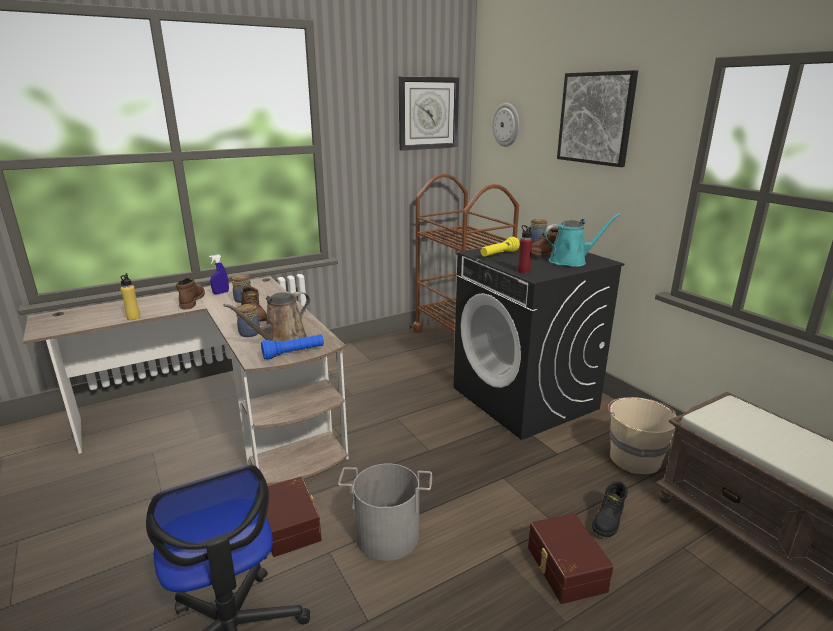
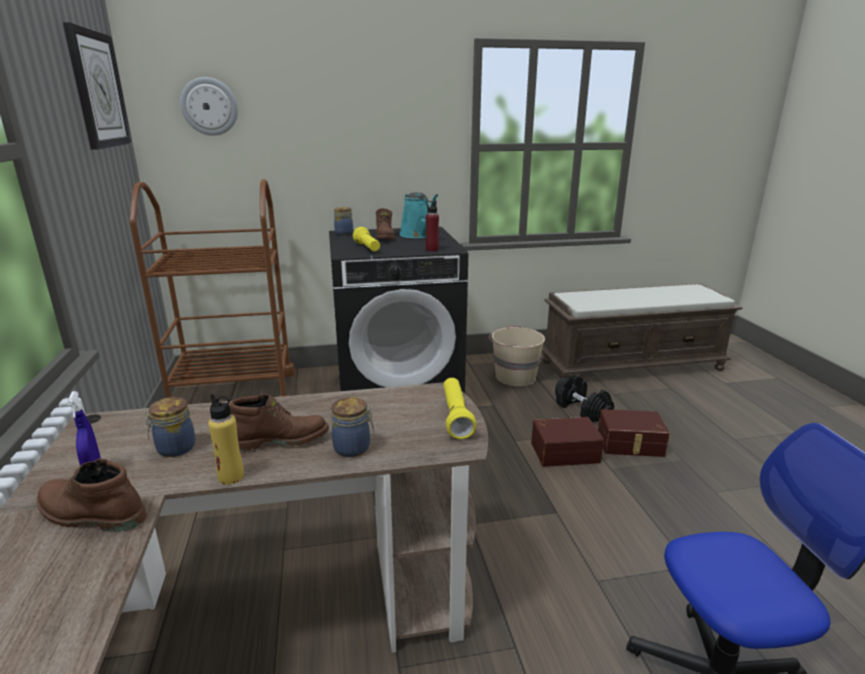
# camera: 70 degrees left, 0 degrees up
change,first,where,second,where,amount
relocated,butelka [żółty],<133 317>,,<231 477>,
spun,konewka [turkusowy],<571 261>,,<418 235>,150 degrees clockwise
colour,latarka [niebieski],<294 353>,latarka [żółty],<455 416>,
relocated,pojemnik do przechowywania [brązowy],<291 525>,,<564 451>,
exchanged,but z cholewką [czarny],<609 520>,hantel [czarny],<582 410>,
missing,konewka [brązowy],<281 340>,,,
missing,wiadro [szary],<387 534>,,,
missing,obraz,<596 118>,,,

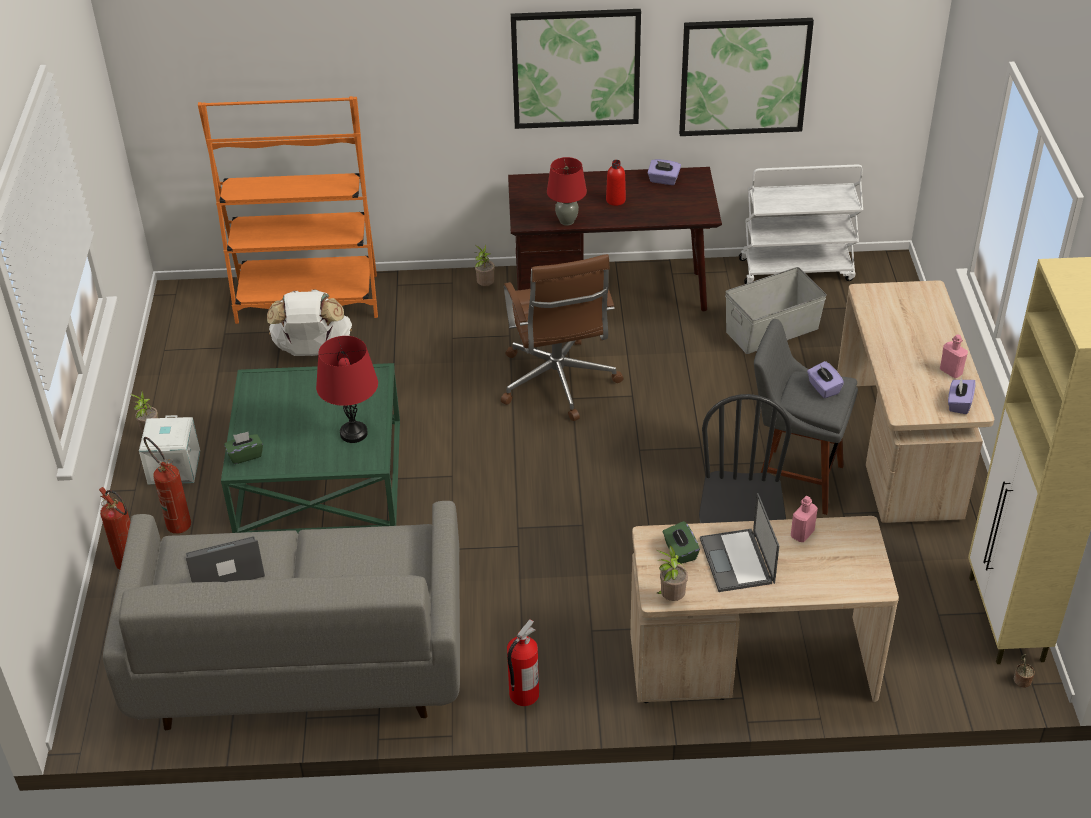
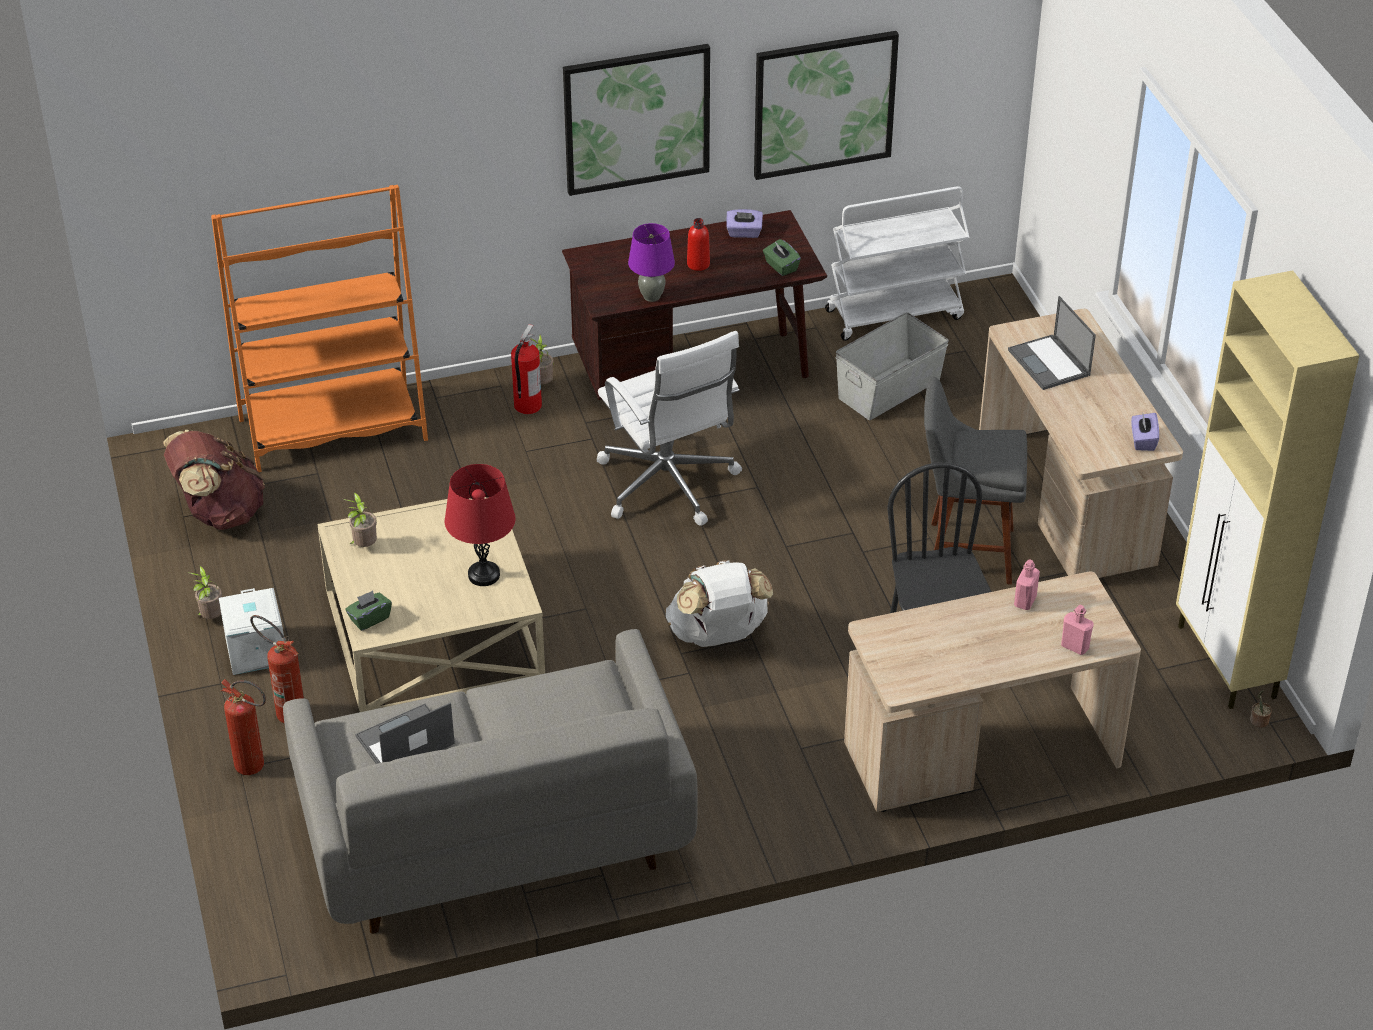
# camera: 15 degrees left, 0 degrees up
change,first,where,second,where,amount
appeared,,,plecak [brązowy],<219 513>,
colour,ława [zielony],<319 478>,ława [beżowy],<434 635>,
relocated,roślina doniczkowa,<671 598>,,<364 546>,
relocated,gaśnica,<523 694>,,<527 406>,
colour,krzesło biurowe [brązowy],<558 383>,krzesło biurowe [biały],<668 485>,
colour,lampa stołowa [czerwony],<567 221>,lampa stołowa [fioletowy],<652 296>,
relocated,plecak [biały],<313 350>,,<718 635>,
relocated,pudełko chusteczek [zielony],<680 552>,,<781 266>,
relocated,laptop,<737 561>,,<1049 363>,
relocated,butelka [różowy],<951 371>,,<1075 647>,
missing,pudełko chusteczek [fioletowy],<823 388>,,,

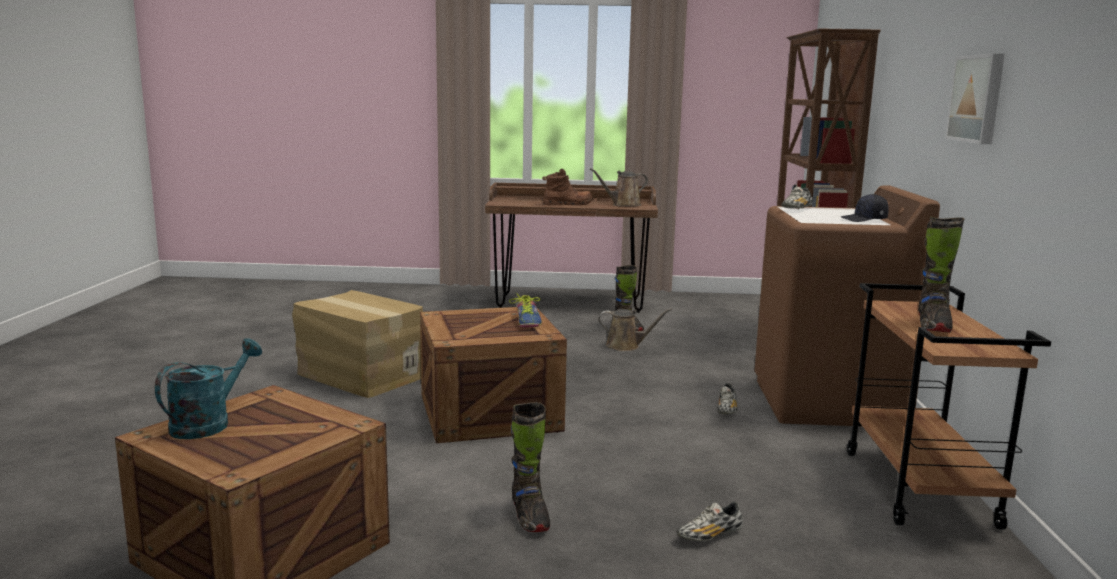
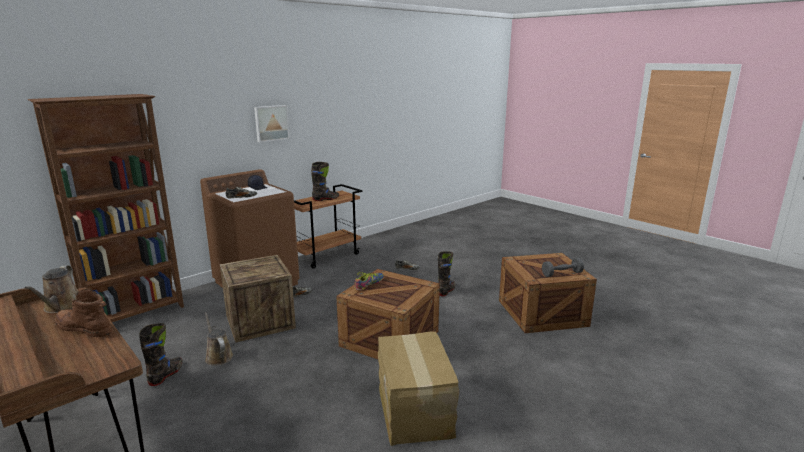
# camera: 135 degrees left, 5 degrees up
change,first,where,second,where,amount
spun,konewka [brązowy],<623 205>,,<61 307>,60 degrees clockwise
appeared,,,skrzynka,<260 321>,
exchanged,konewka [turkusowy],<208 423>,hantel [szary],<562 274>,

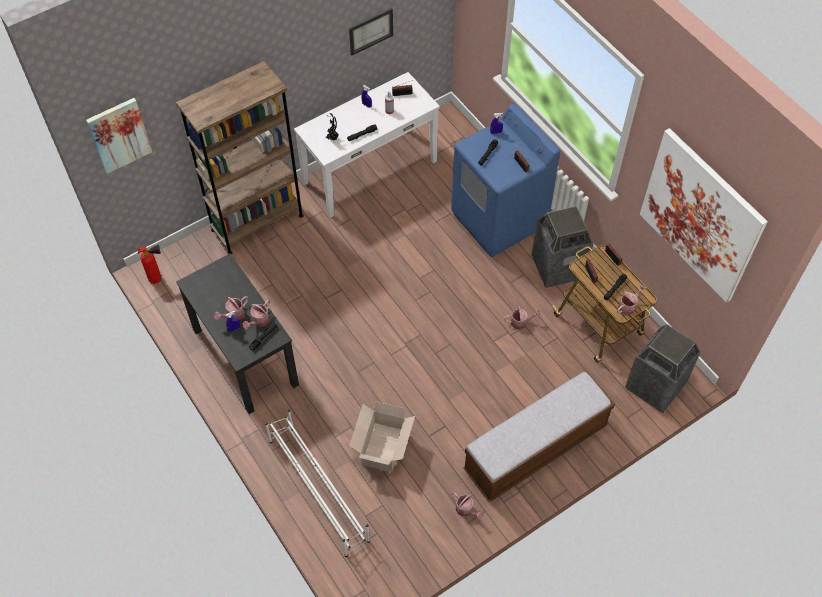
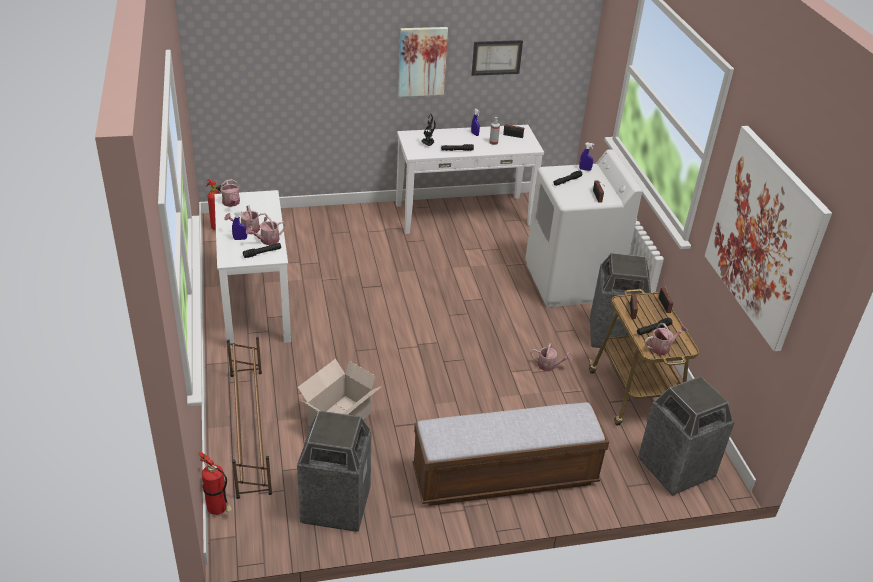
# camera: 20 degrees right, 20 degrees down
change,first,where,second,where,amount
appeared,,,gaśnica,<219 510>,
colour,biurko [czarny],<245 356>,biurko [biały],<255 305>,
relocated,konewka,<466 510>,,<231 203>,
colour,regał na buty [biały],<318 489>,regał na buty [brązowy],<250 430>,
appeared,,,kosz na śmieci,<335 505>,
relocated,obraz,<119 135>,,<422 61>,
colour,pralka [niebieski],<499 219>,pralka [biały],<571 282>,
missing,regał [brązowy],<257 222>,,,

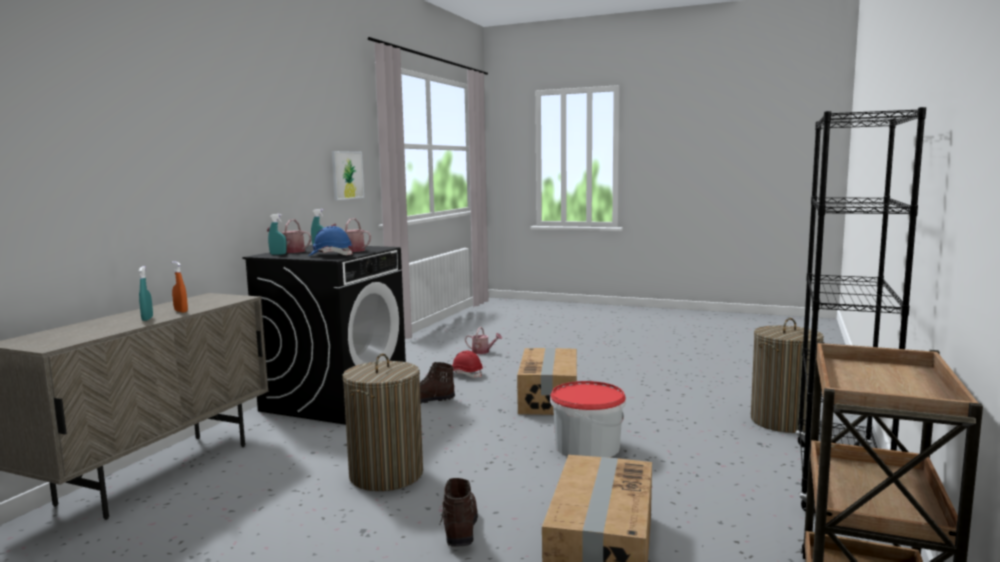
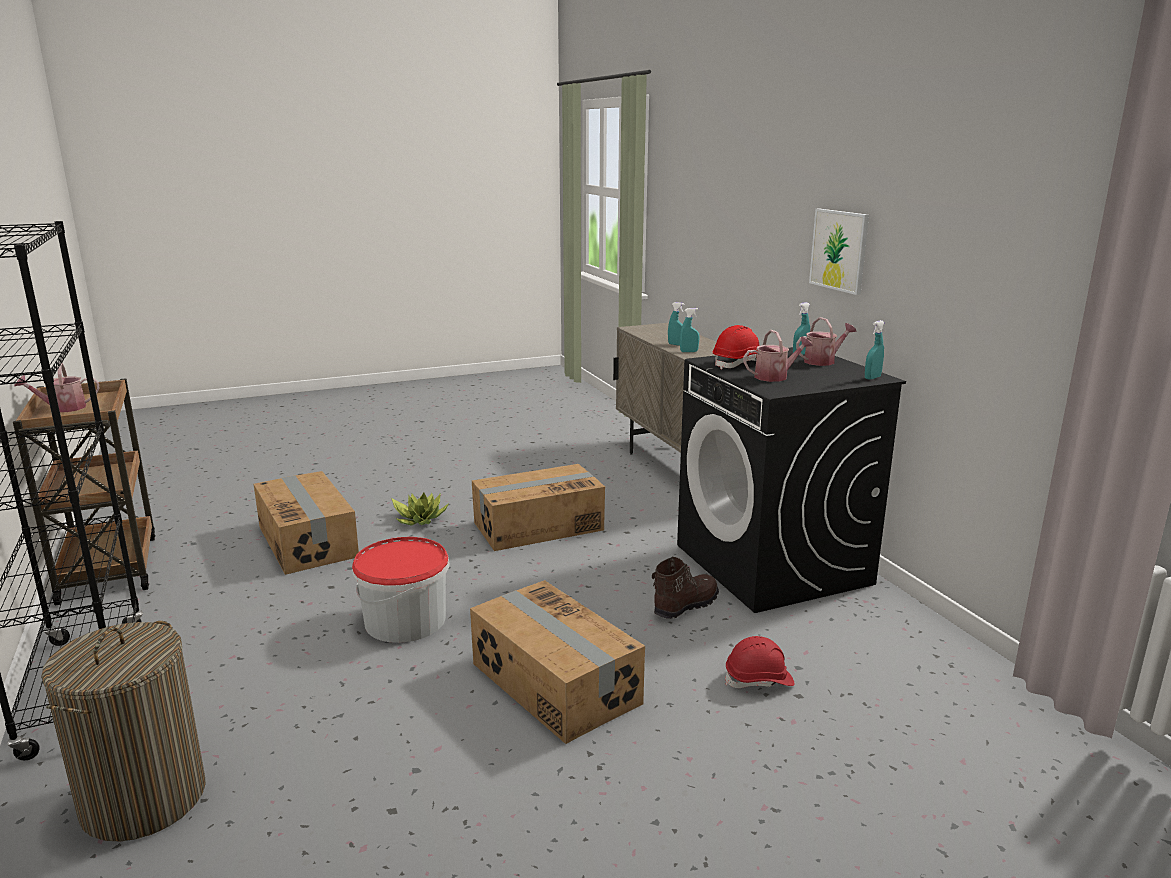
# camera: 135 degrees right, 10 degrees up
change,first,where,second,where,amount
relocated,konewka,<483 352>,,<63 408>,
exchanged,but z cholewką [brązowy],<459 529>,roślina doniczkowa,<420 519>,
exchanged,kosz na pranie,<386 475>,karton,<537 526>,
colour,spryskiwacz [pomarańczowy],<181 311>,spryskiwacz [turkusowy],<689 351>,
colour,kask [niebieski],<330 255>,kask [czerwony],<738 363>,
relocated,obraz,<347 175>,,<839 250>,

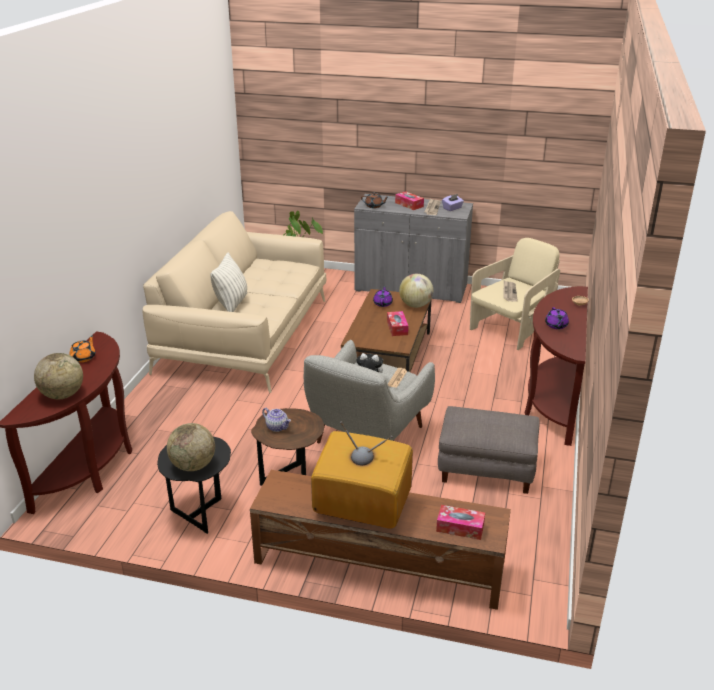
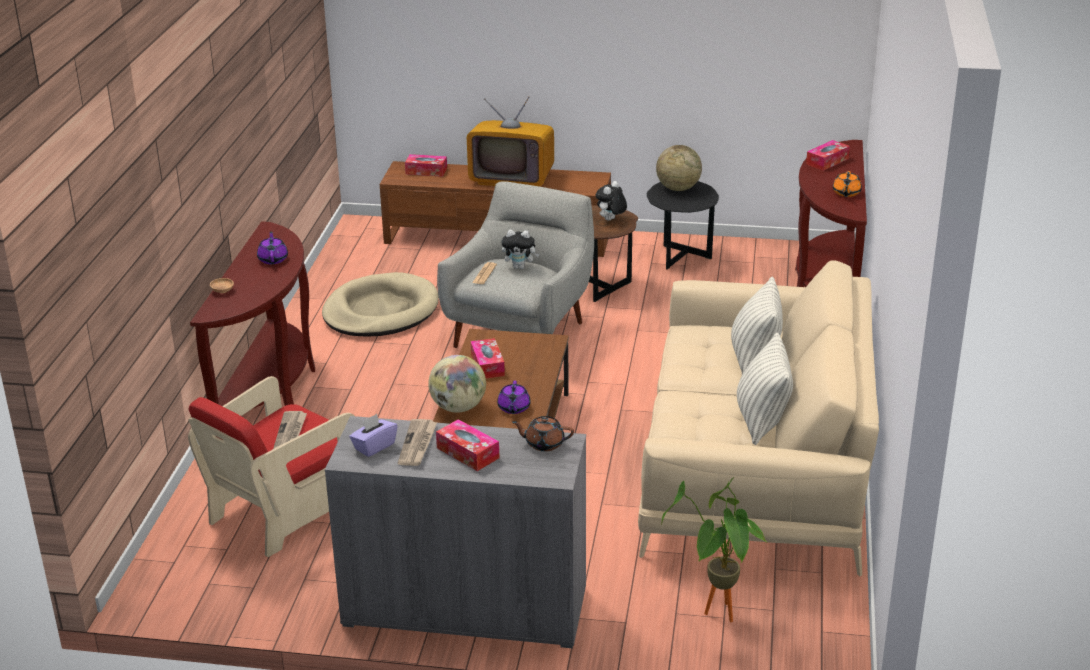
# camera: 175 degrees right, 0 degrees up
change,first,where,second,where,amount
colour,fotel [beżowy],<511 329>,fotel [czerwony],<283 511>,
exchanged,pufa [szary],<487 467>,legowisko [beżowy],<380 311>,
exchanged,imbryk,<277 427>,pluszak,<611 220>,
appeared,,,poduszka,<762 421>,
exchanged,globus,<62 395>,pudełko chusteczek,<827 161>,

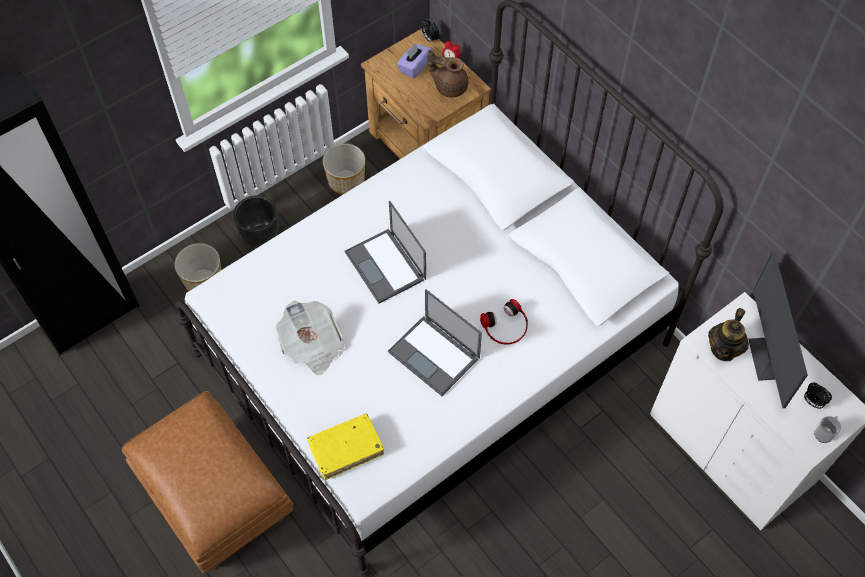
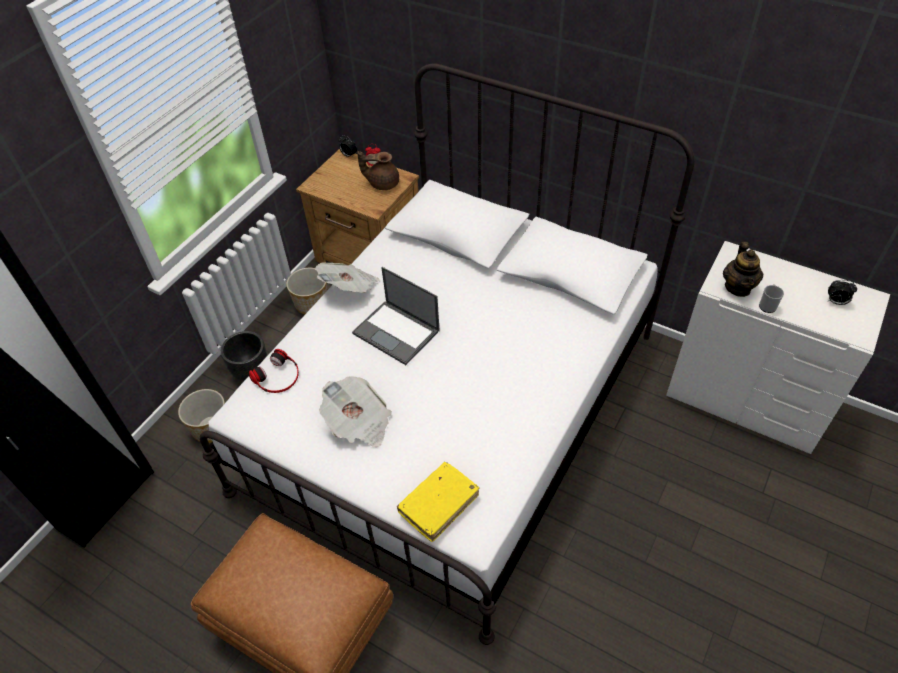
# camera: 20 degrees left, 10 degrees down
change,first,where,second,where,amount
relocated,słuchawki,<506 326>,,<278 376>,
appeared,,,gazeta,<350 288>,
relocated,kubek,<824 433>,,<767 305>,
missing,laptop,<435 355>,,,
missing,pudełko chusteczek [fioletowy],<414 67>,,,
missing,monitor,<769 359>,,,

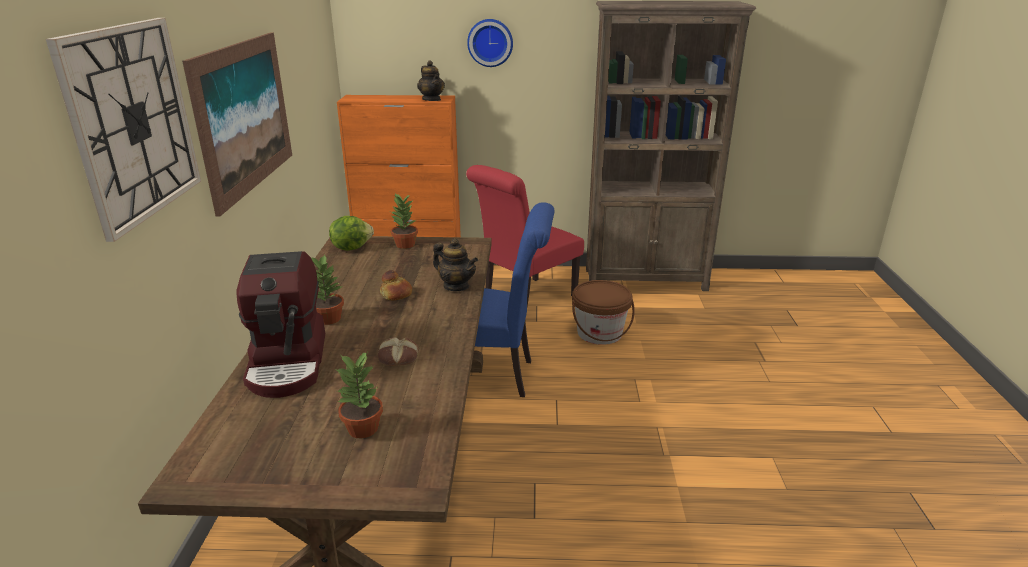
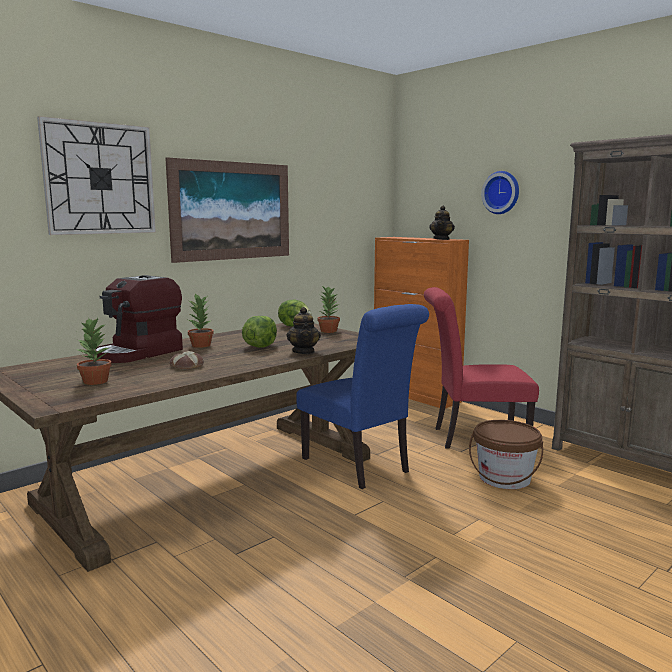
# camera: 45 degrees right, 15 degrees down
change,first,where,second,where,amount
exchanged,chleb,<396 295>,sałata,<260 346>,

